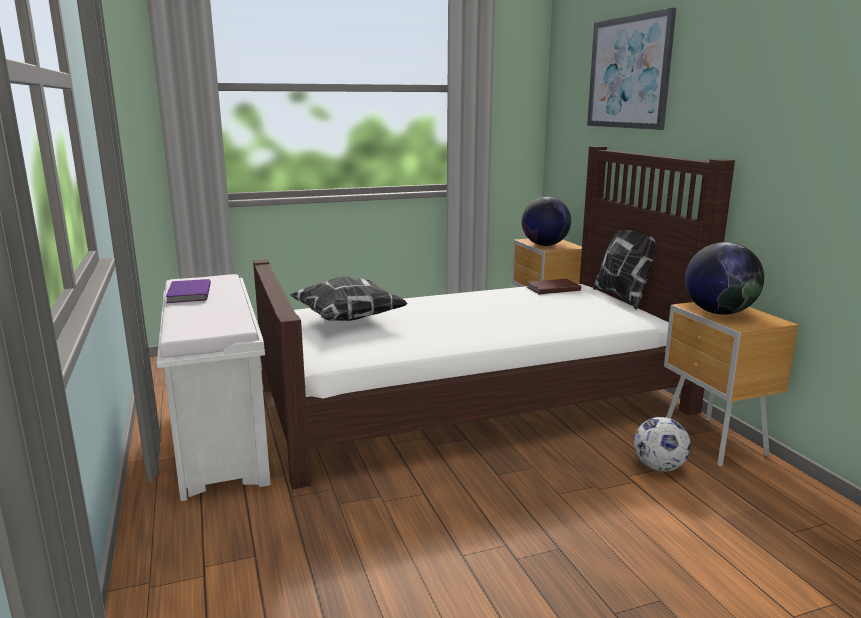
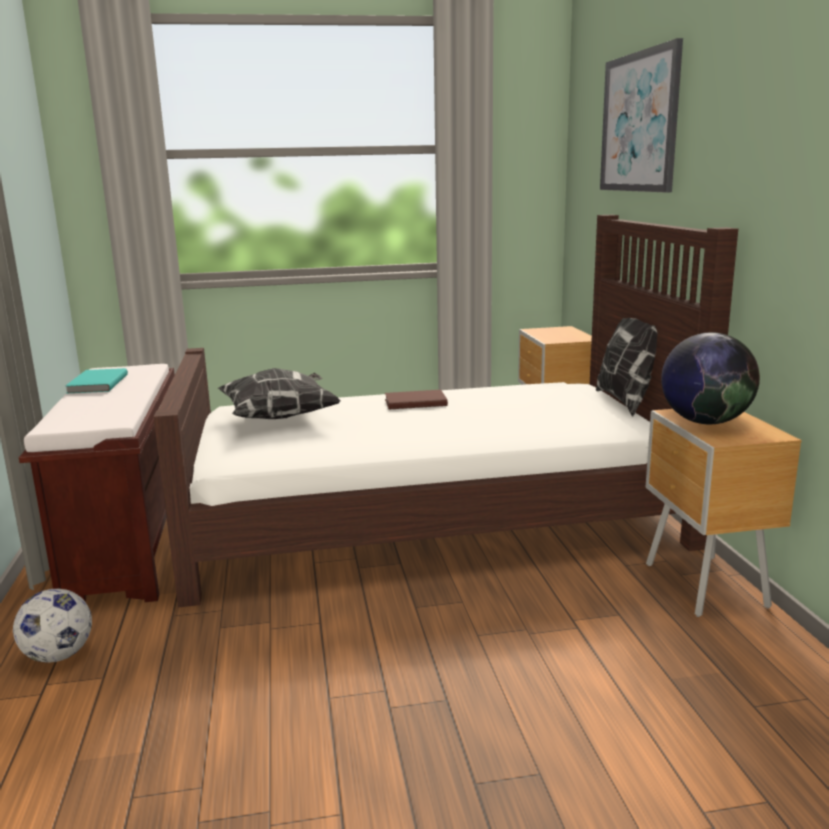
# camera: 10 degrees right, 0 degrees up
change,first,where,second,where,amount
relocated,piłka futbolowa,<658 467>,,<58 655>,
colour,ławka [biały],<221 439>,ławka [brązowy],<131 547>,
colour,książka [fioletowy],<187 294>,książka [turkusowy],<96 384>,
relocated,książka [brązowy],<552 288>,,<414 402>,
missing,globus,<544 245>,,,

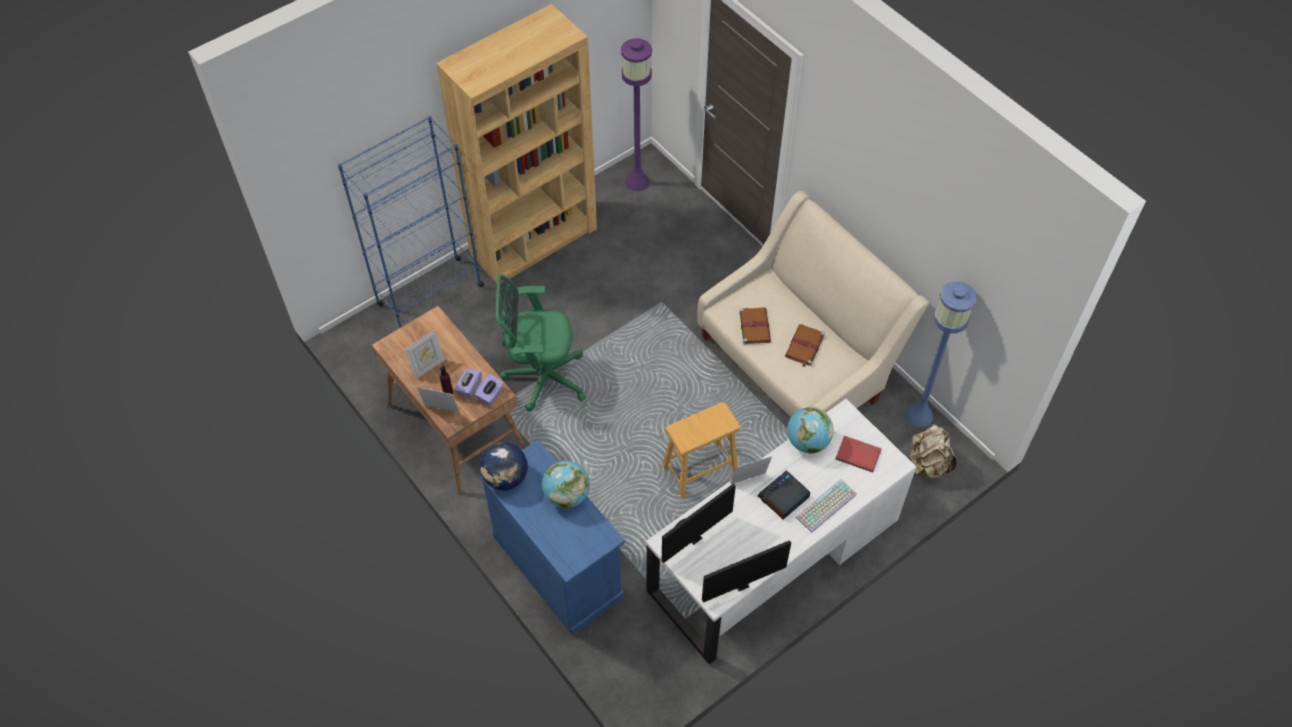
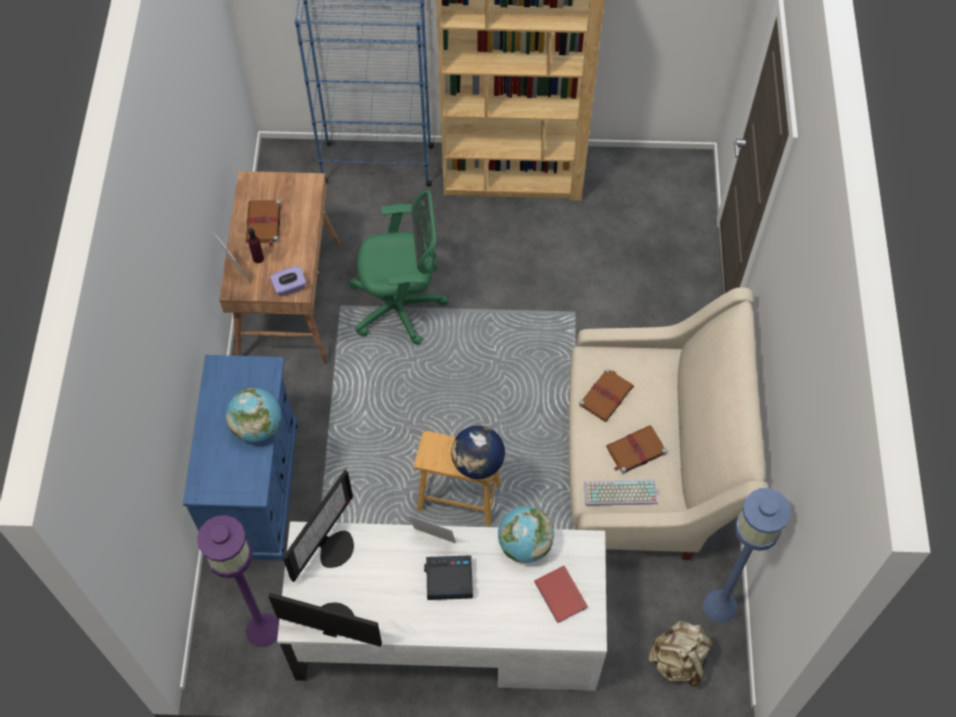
# camera: 40 degrees right, 5 degrees up
change,first,where,second,where,amount
relocated,lampa stojąca [fioletowy],<637 181>,,<263 629>,
exchanged,ramka na zdjęcie,<428 367>,książka [brązowy],<263 224>,
spun,monitor,<690 534>,,<333 546>,120 degrees clockwise
spun,krzesło biurowe [zielony],<541 377>,,<401 306>,135 degrees clockwise
relocated,globus,<505 478>,,<477 463>,
relocated,klawiatura,<826 507>,,<619 494>,
missing,pudełko chusteczek [fioletowy],<469 388>,,,

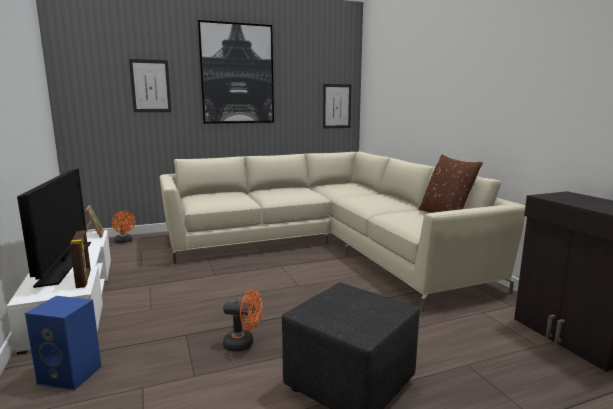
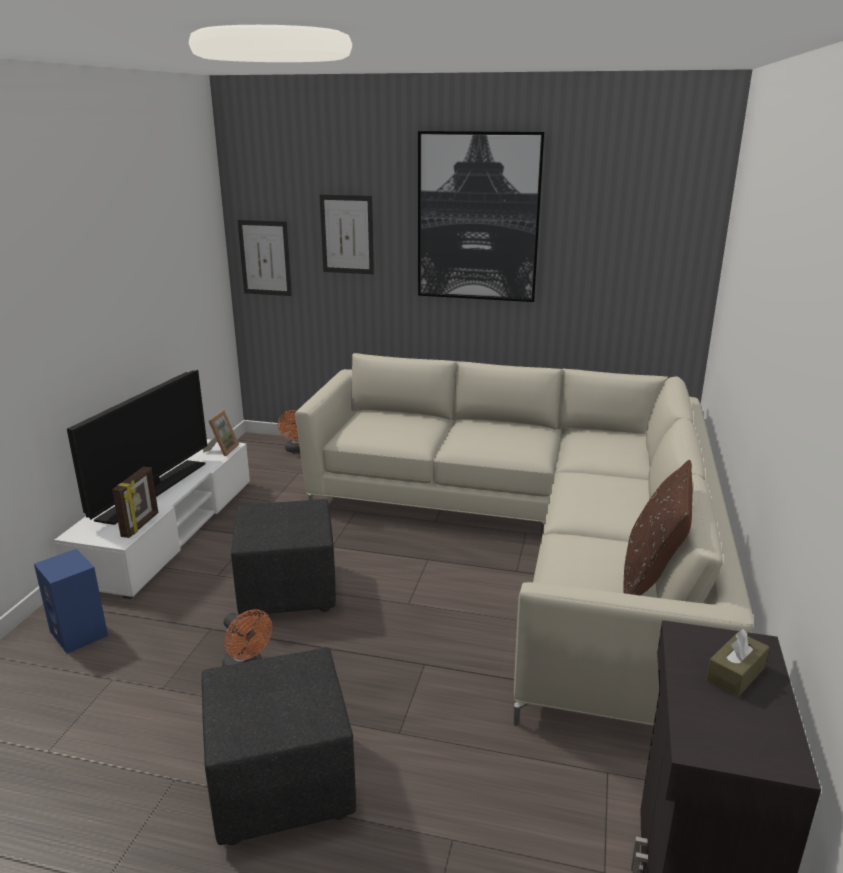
# camera: 35 degrees right, 10 degrees up
change,first,where,second,where,amount
appeared,,,pufa [czarny],<289 591>,
relocated,obraz,<336 106>,,<265 258>,
appeared,,,pudełko chusteczek [brązowy],<735 674>,

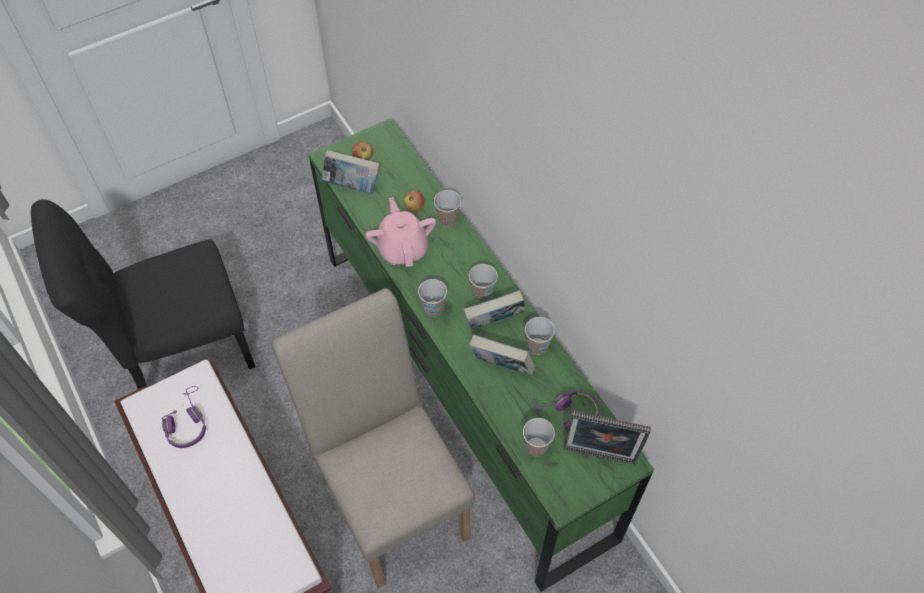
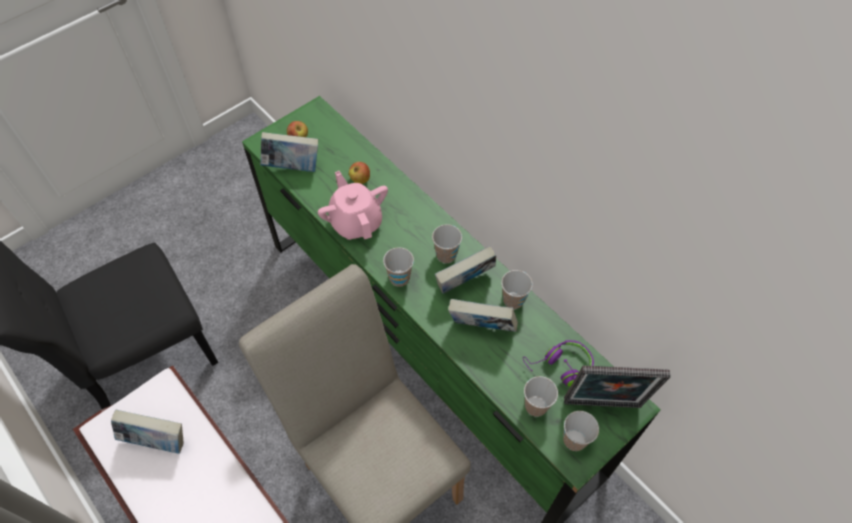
# camera: 10 degrees left, 0 degrees up
change,first,where,second,where,amount
exchanged,słuchawki [fioletowy],<187 423>,książka,<156 441>,
relocated,filiżanka,<447 219>,,<574 440>,

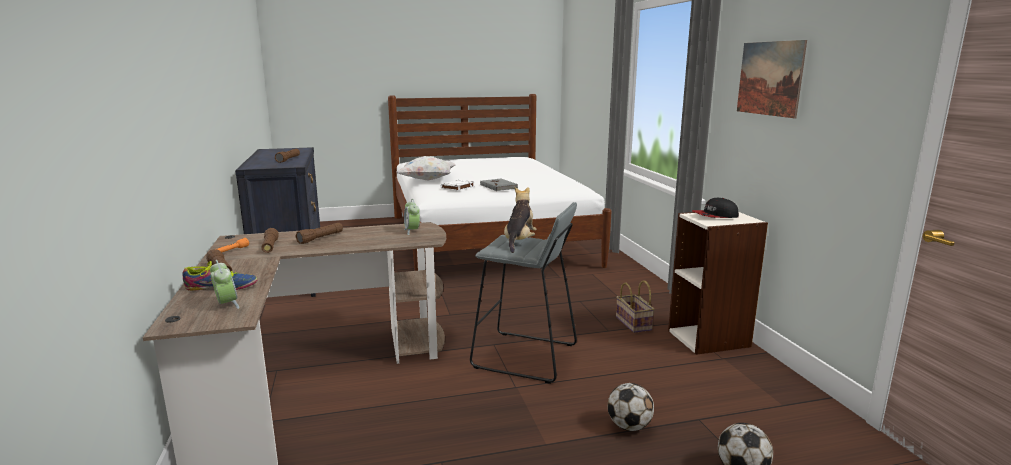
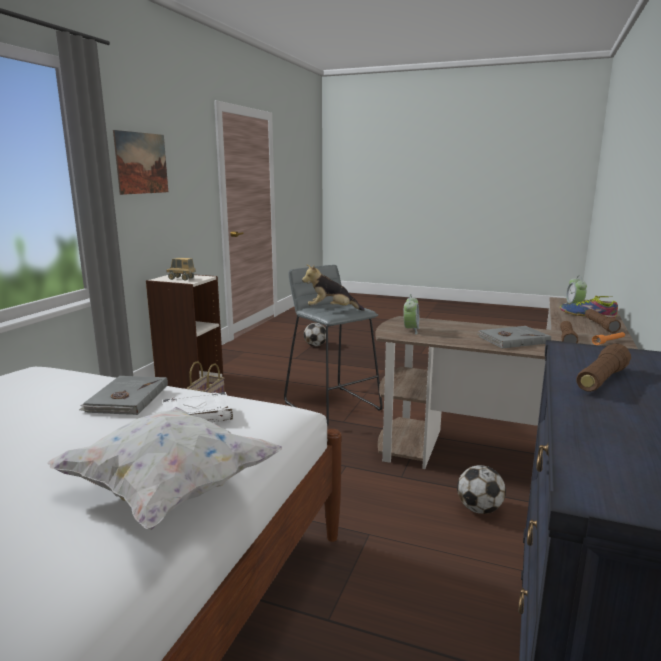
# camera: 145 degrees left, 0 degrees up
change,first,where,second,where,amount
exchanged,czapka z daszkiem,<715 216>,ciężarówka zabawkowa,<181 279>,
spun,pluszak,<519 241>,,<331 310>,45 degrees clockwise
relocated,piłka futbolowa,<629 426>,,<479 509>,
exchanged,latarka [brązowy],<320 238>,książka [szary],<512 339>,

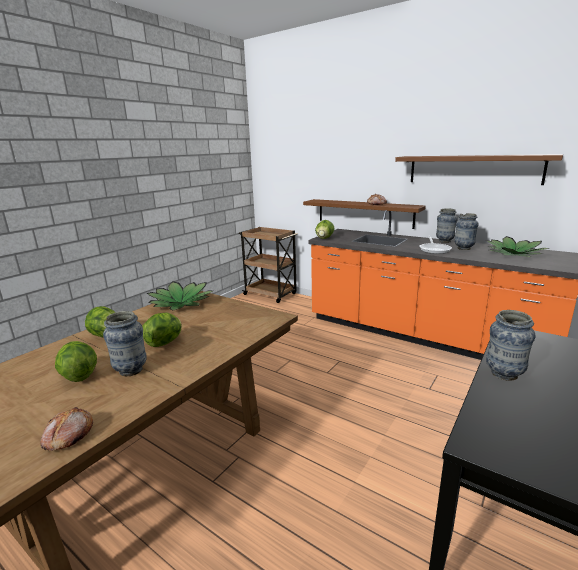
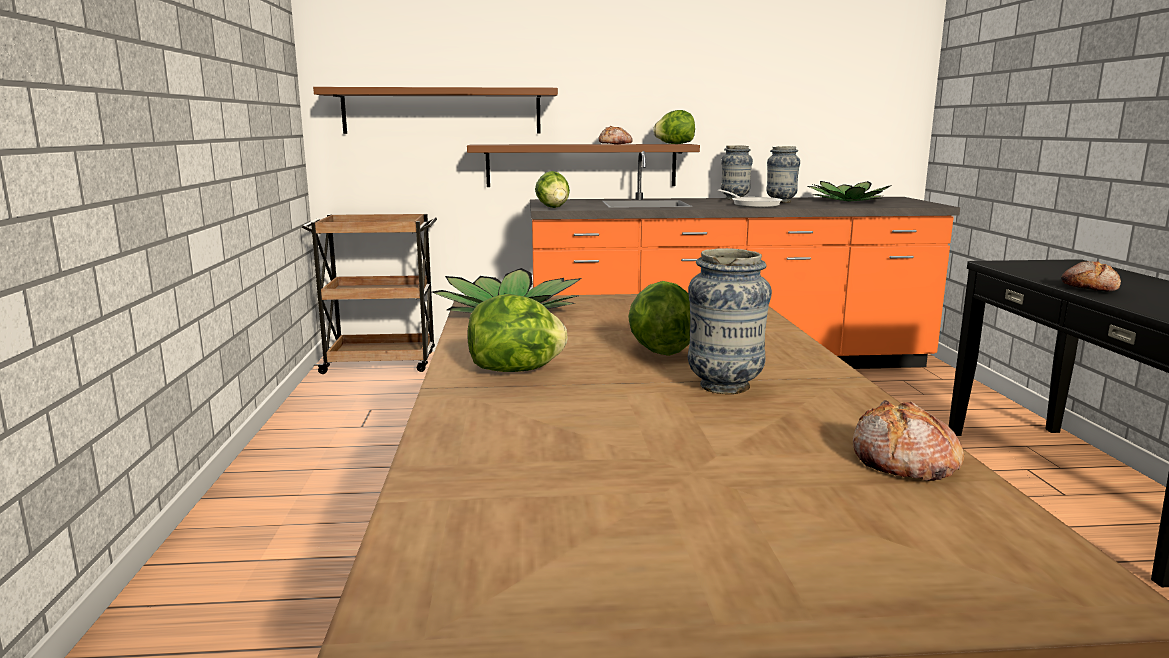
# camera: 40 degrees left, 5 degrees down
change,first,where,second,where,amount
relocated,półka [brązowy],<473 169>,,<442 111>,
relocated,sałata,<79 375>,,<674 144>,
exchanged,wazon,<504 374>,chleb,<1090 288>,

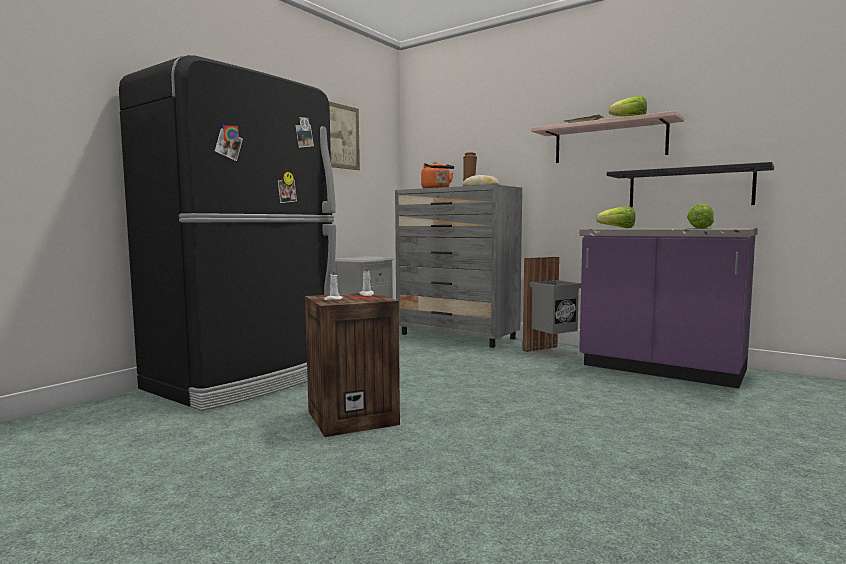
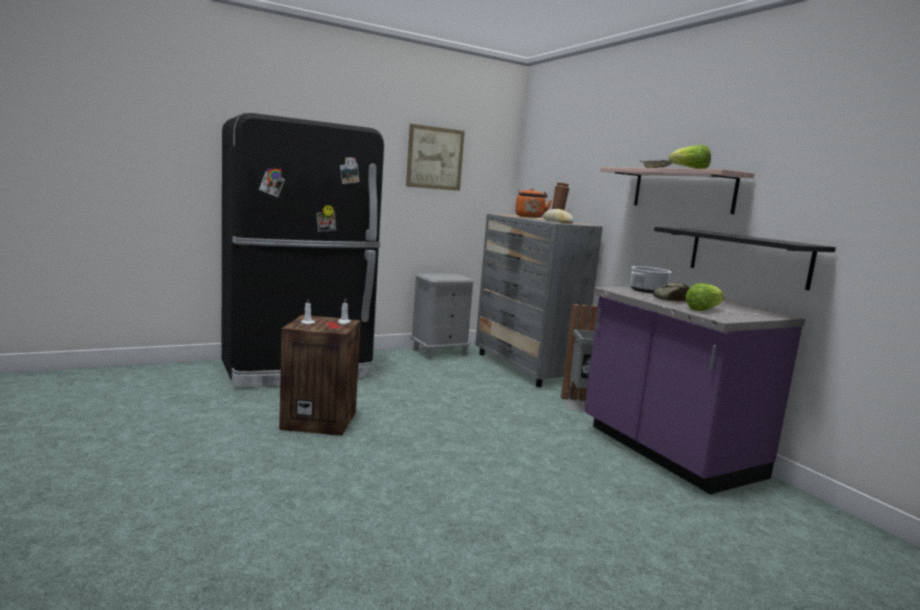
# camera: 25 degrees right, 5 degrees up
change,first,where,second,where,amount
exchanged,sałata,<618 228>,garnek,<648 291>,
appeared,,,chleb,<672 299>,

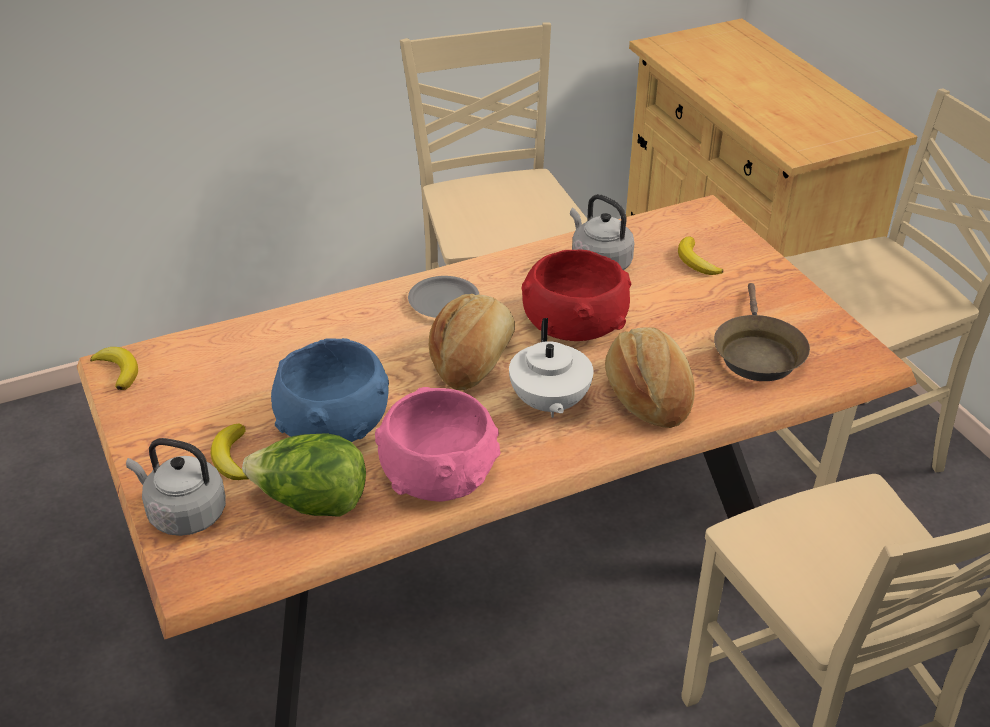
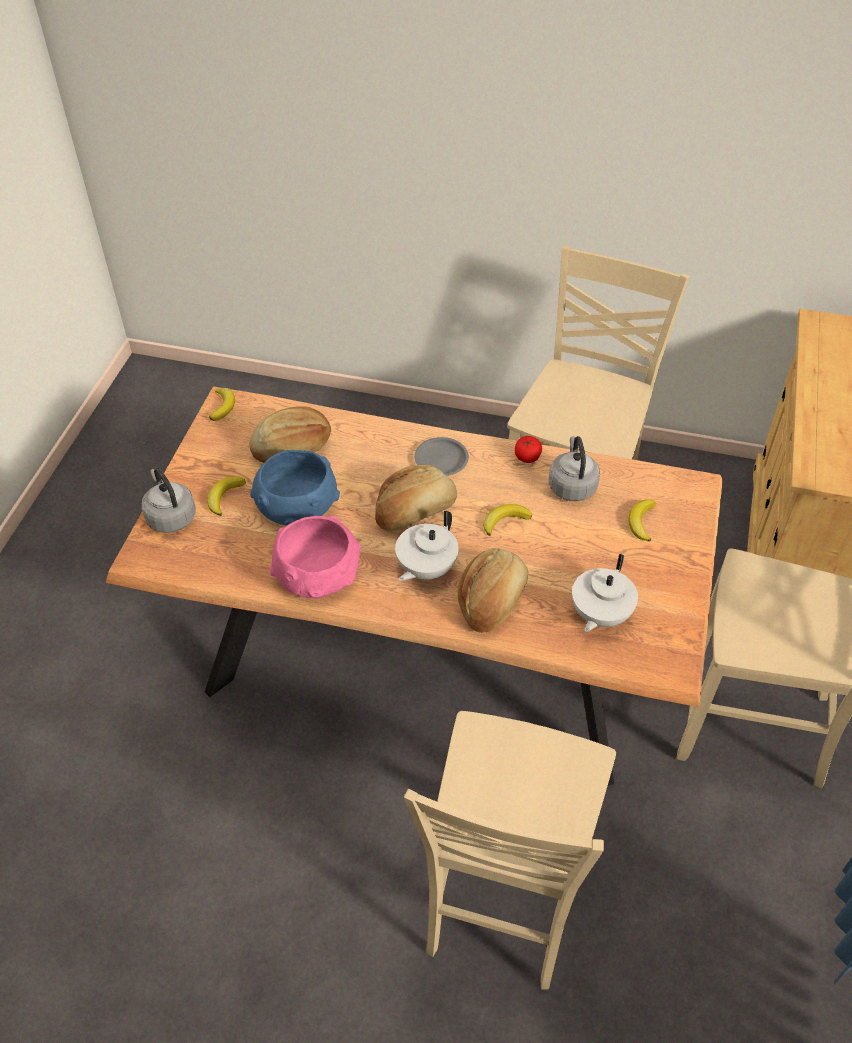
# camera: 40 degrees right, 10 degrees up
change,first,where,second,where,amount
appeared,,,chleb,<292 448>,
exchanged,miska [czerwony],<573 322>,banan,<504 520>,
appeared,,,pomidor,<527 456>,
exchanged,patelnia [brązowy],<757 353>,imbryk [biały],<599 615>,
missing,sałata,<311 503>,,,

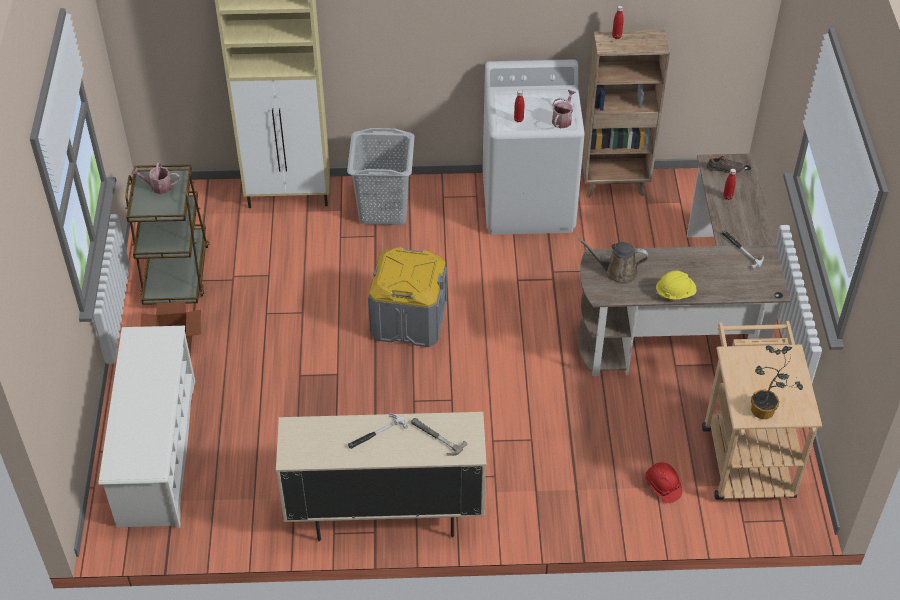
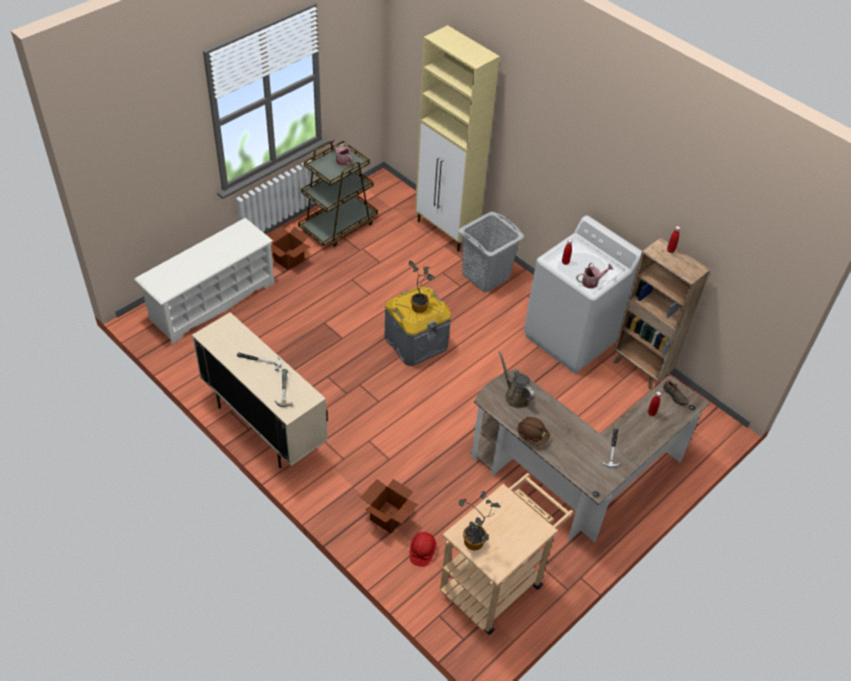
# camera: 45 degrees right, 0 degrees up
change,first,where,second,where,amount
appeared,,,karton,<388 517>,
appeared,,,roślina doniczkowa,<420 305>,
colour,kask [żółty],<675 293>,kask [brązowy],<532 436>,

